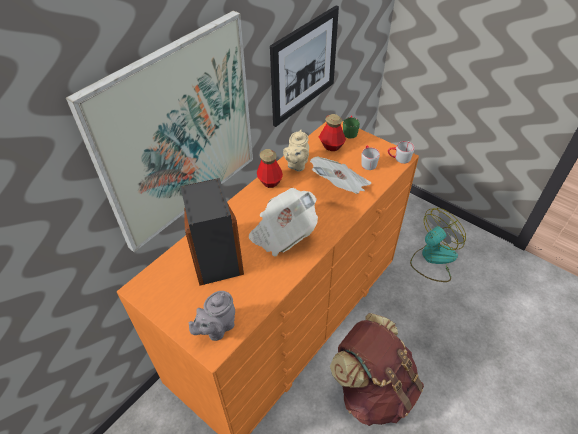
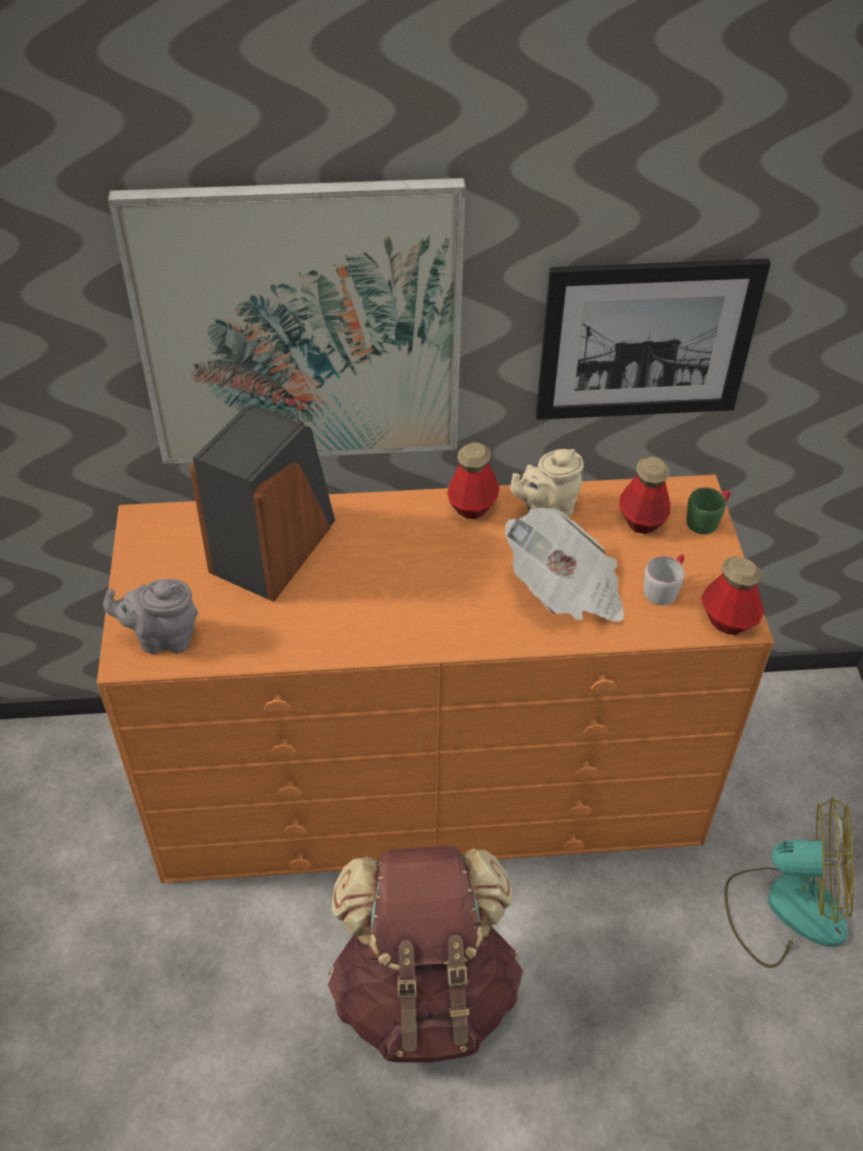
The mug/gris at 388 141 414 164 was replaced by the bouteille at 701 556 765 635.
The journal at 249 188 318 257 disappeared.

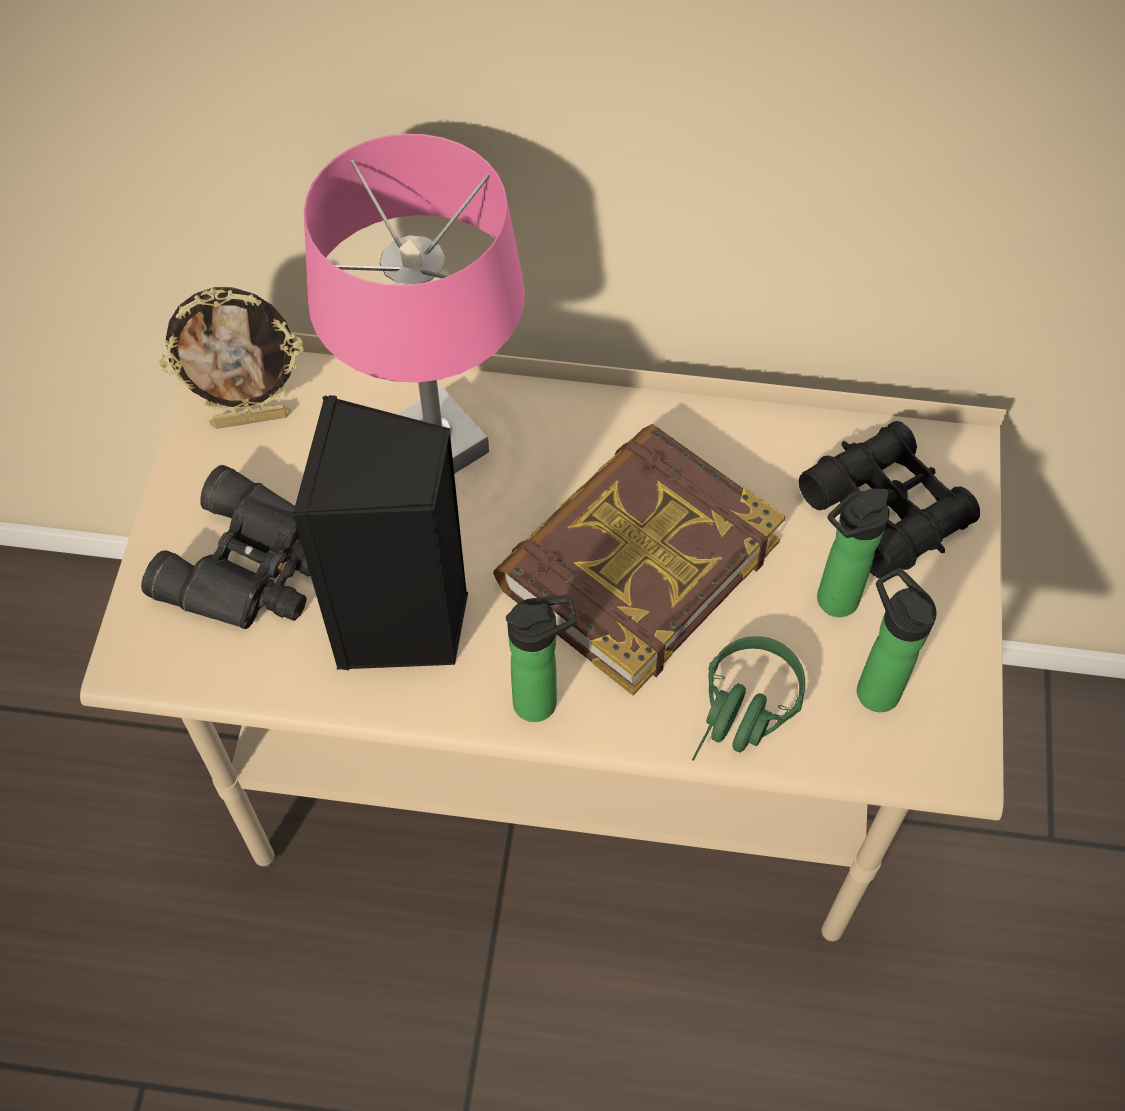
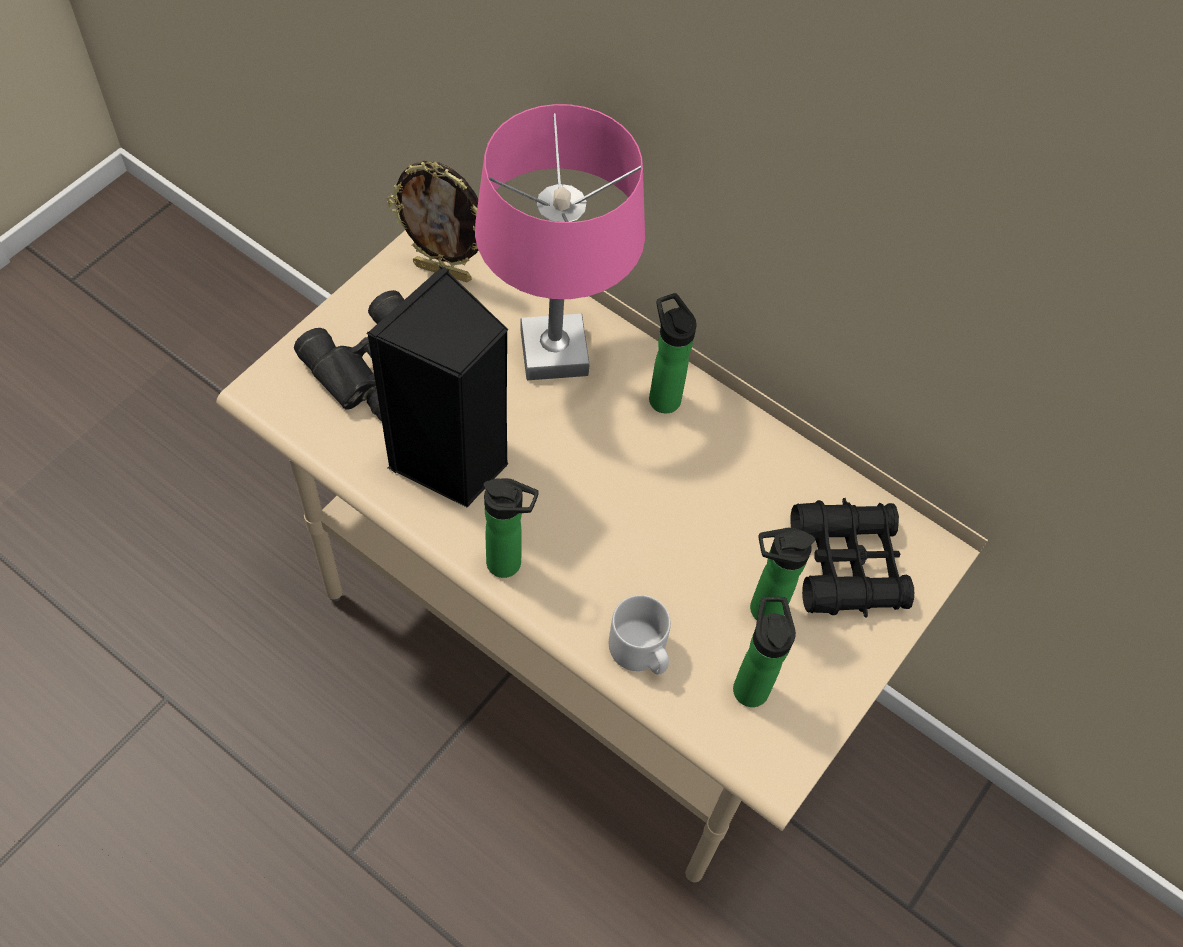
The livre at 493 424 786 696 disappeared.
The casque audio/vert at 692 636 805 761 was replaced by the mug/gris at 609 595 671 675.
The bouteille at 649 293 696 413 appeared.

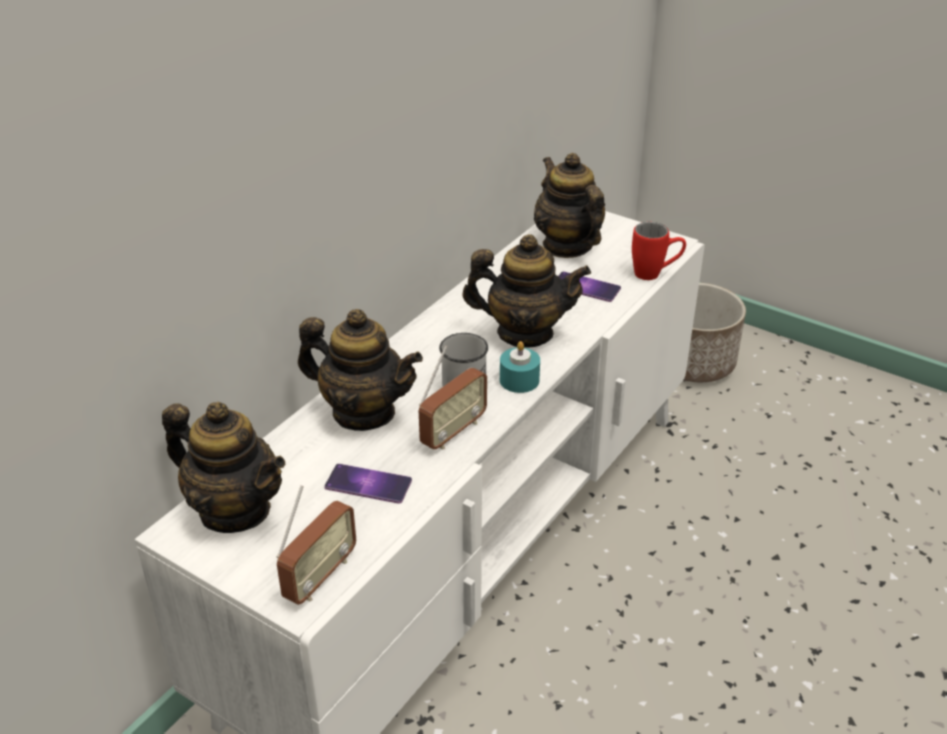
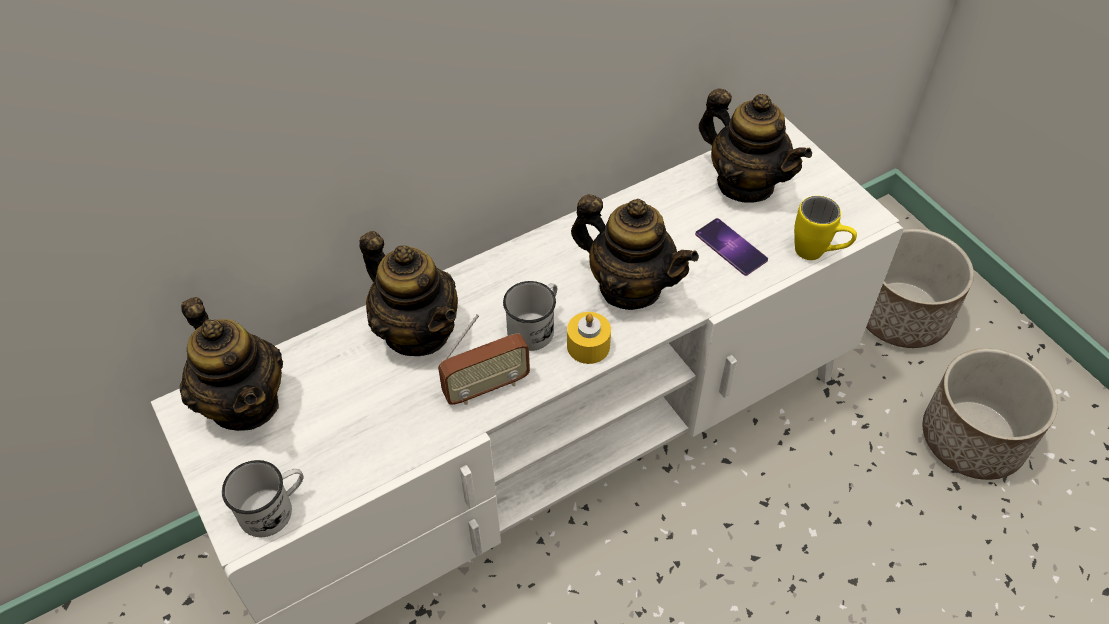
The théière at 534 153 605 258 turned 135 degrees clockwise.
The mug/rouge at 632 222 686 280 became the mug/jaune at 794 196 857 260.
The bougie/turquoise at 500 341 540 393 became the bougie/jaune at 567 312 611 364.
The téléphone at 324 464 412 504 disappeared.
The radio at 277 485 356 605 was replaced by the mug/blanc at 222 460 303 537.
The cache-pot at 923 348 1058 480 appeared.

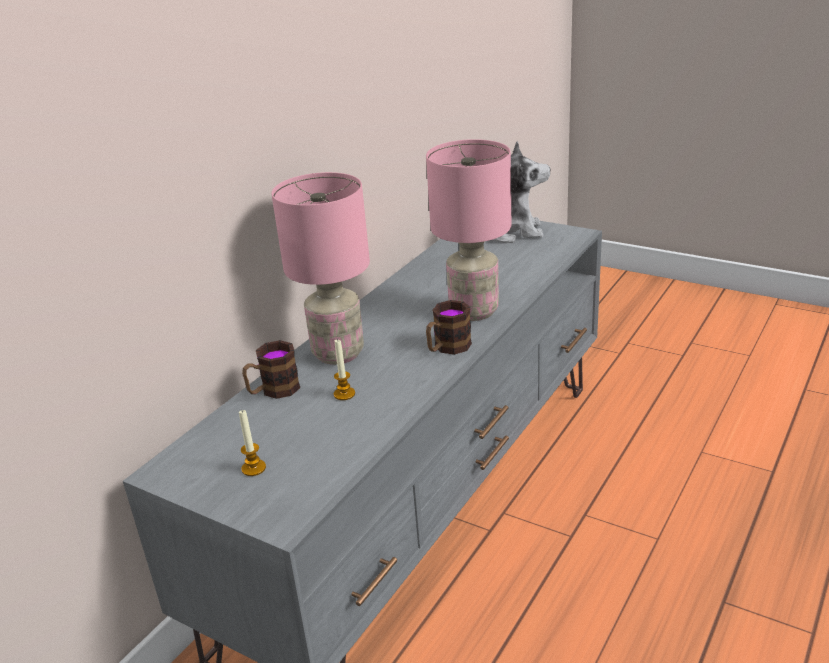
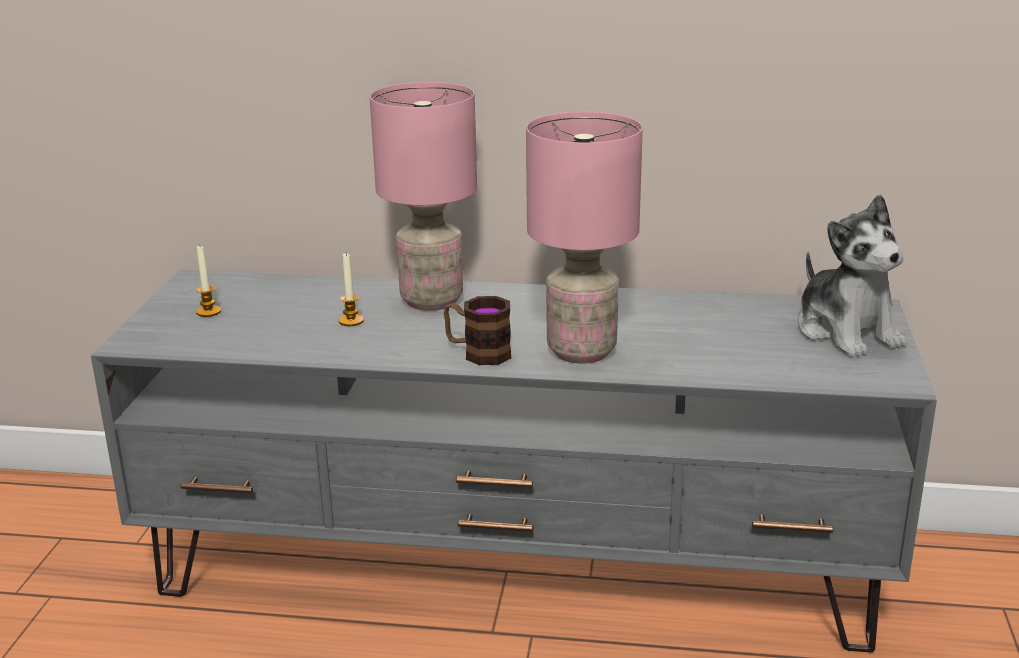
The mug at 242 340 300 399 disappeared.

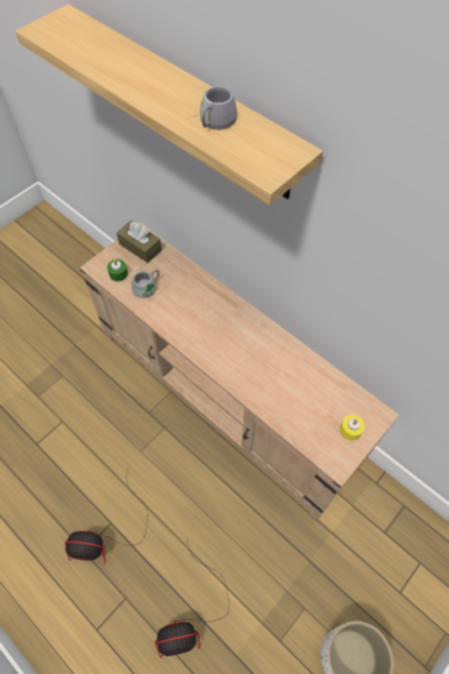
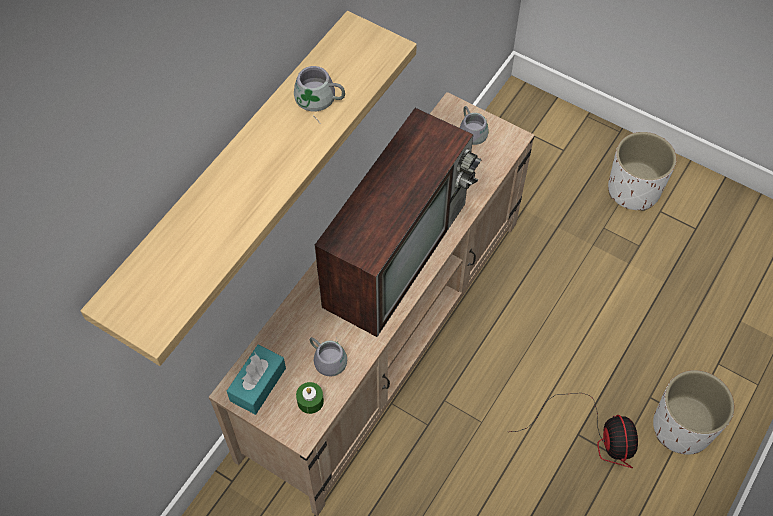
The boîte à mouchoirs/marron at 116 221 162 263 became the boîte à mouchoirs/turquoise at 227 345 286 415.
The bougie/jaune at 340 414 365 441 was replaced by the mug/gris at 460 106 489 145.
The ventilateur at 155 541 230 658 disappeared.
The téléviseur at 315 108 482 337 appeared.
The cache-pot/blanc at 653 370 734 455 appeared.

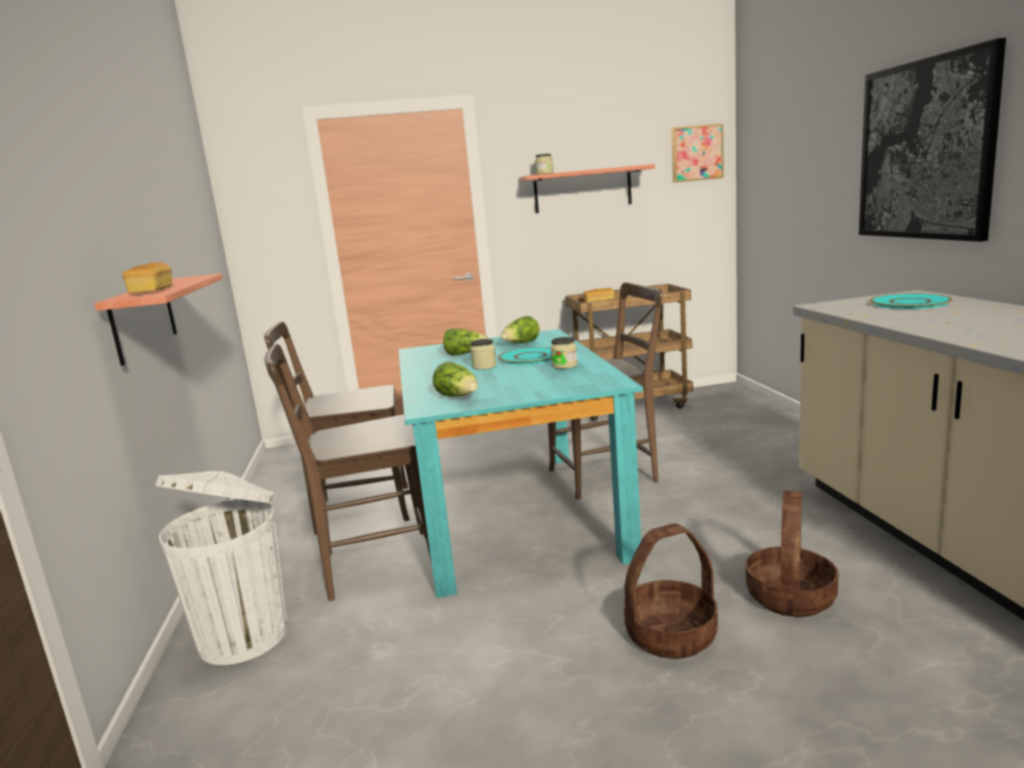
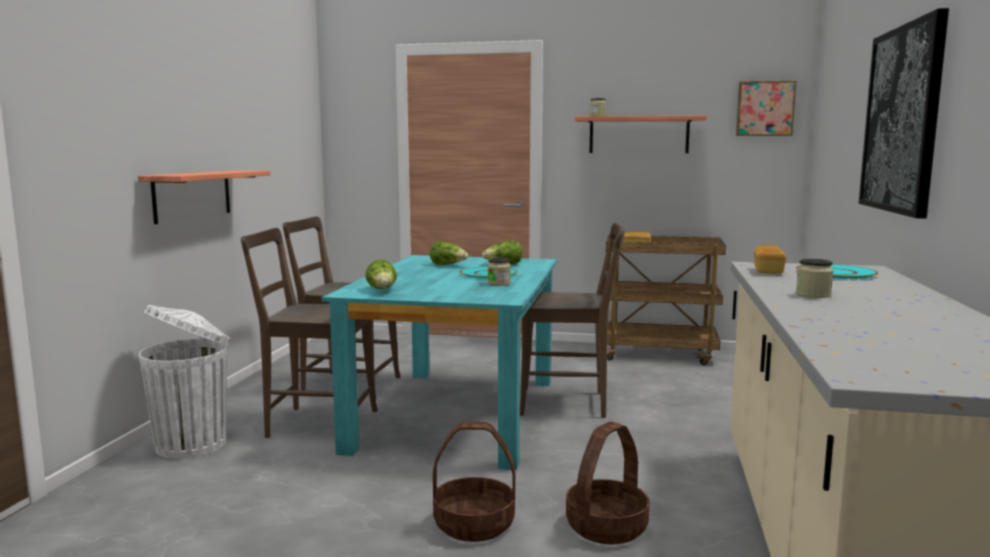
The pain moved from 123 262 172 294 to 754 245 786 274.
The bocal moved from 470 339 497 370 to 796 259 833 298.

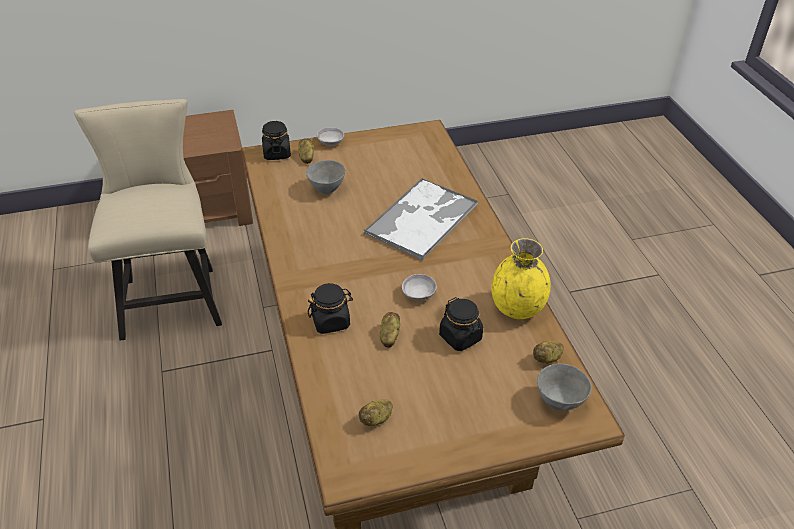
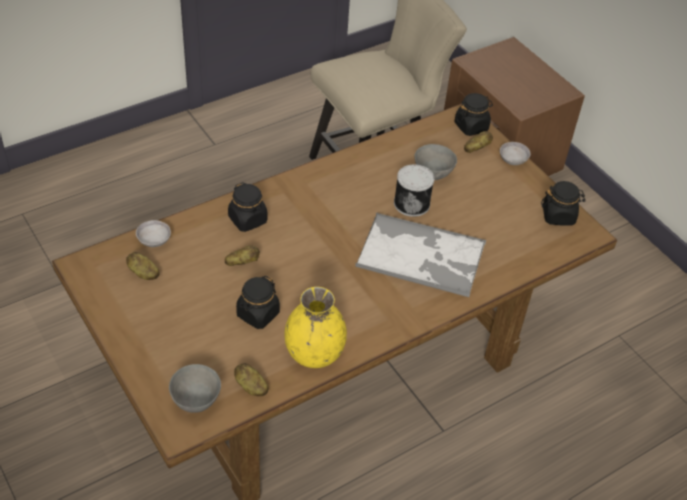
The bol/gris moved from 402 274 437 301 to 136 220 171 247.
The boîte métallique at 394 164 434 217 appeared.
The bocal/noir at 541 181 586 226 appeared.

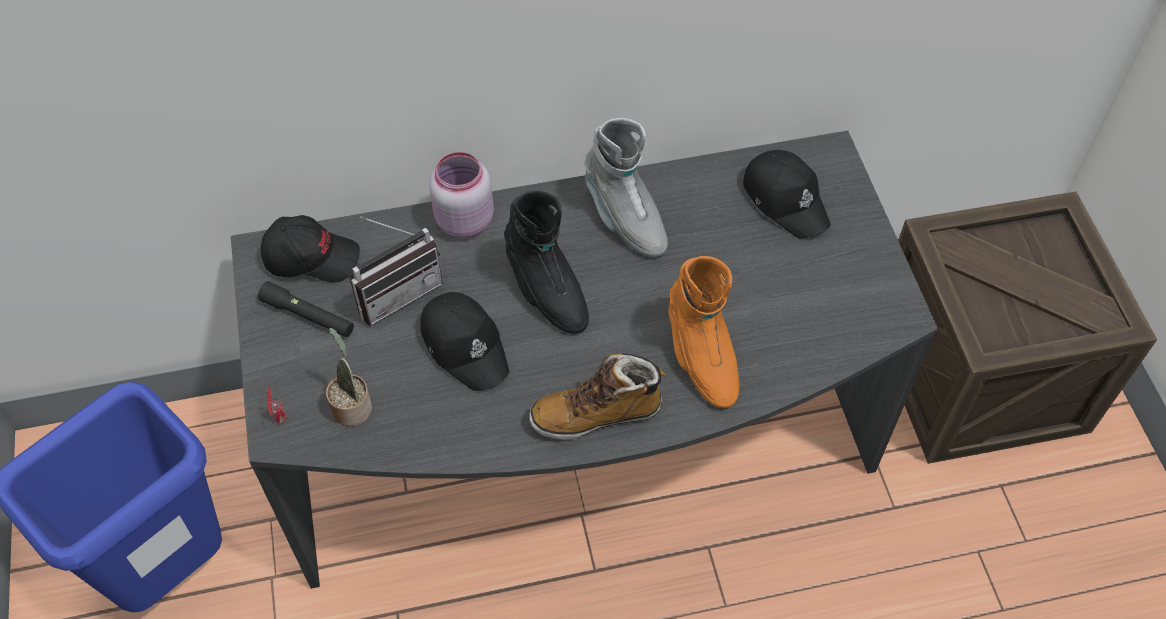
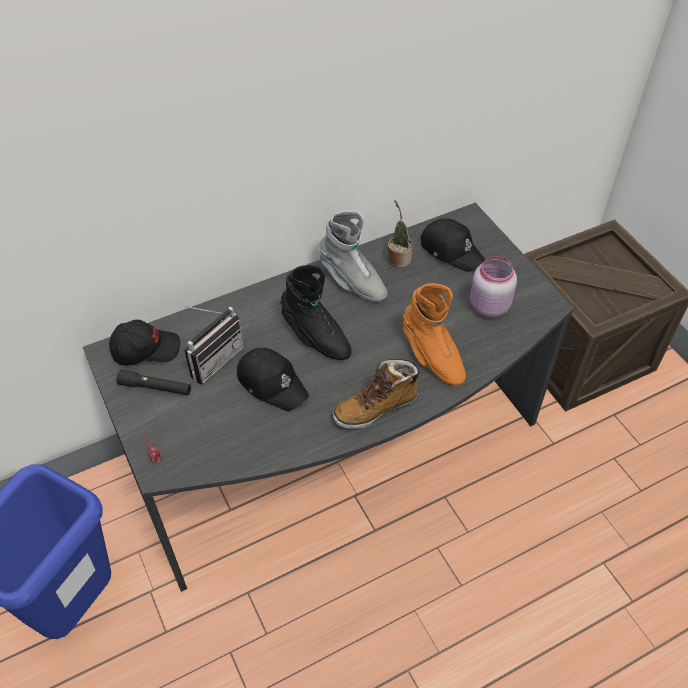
The bocal/rose moved from 429 152 494 238 to 470 257 517 318.
The plante en pot moved from 326 328 372 426 to 388 200 413 268.

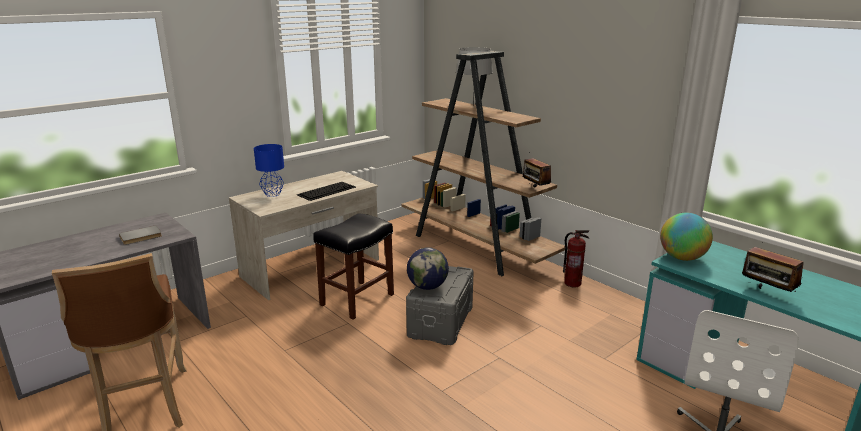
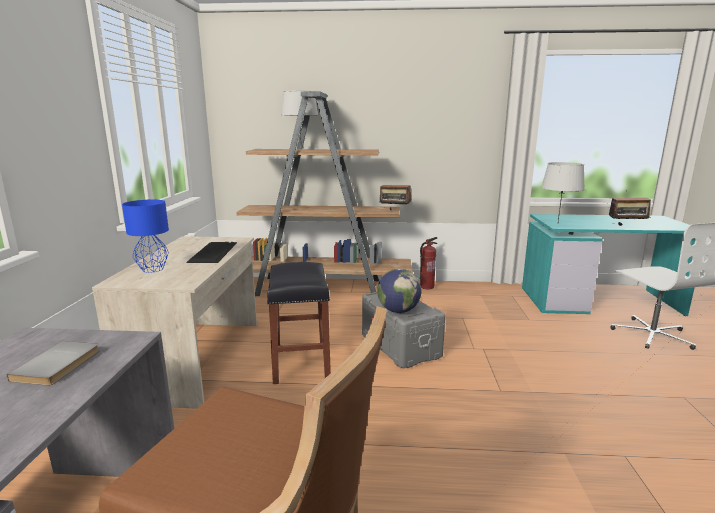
The globe at 660 213 713 261 was replaced by the lampe de table/gris at 541 162 585 221.

